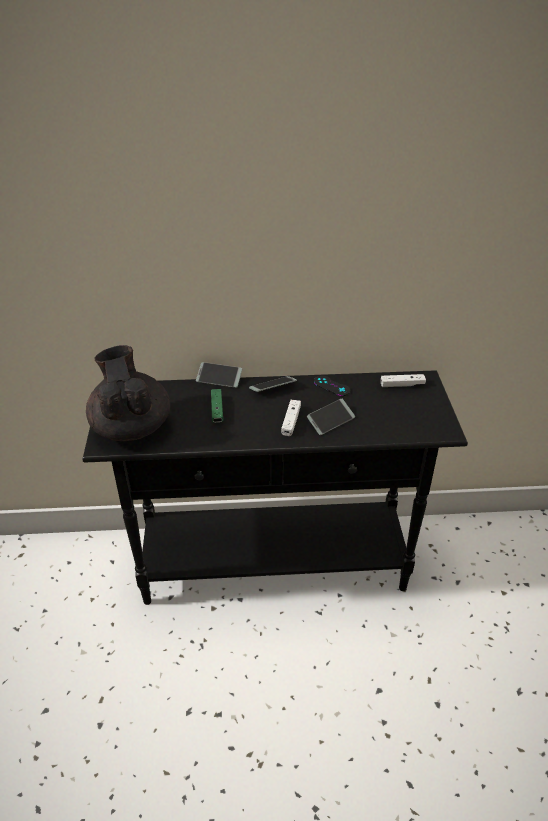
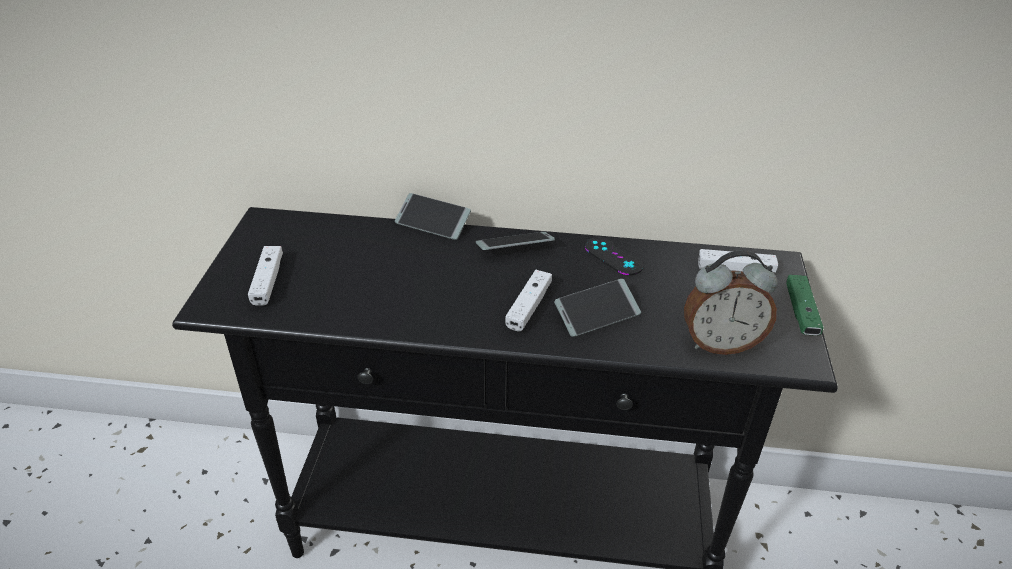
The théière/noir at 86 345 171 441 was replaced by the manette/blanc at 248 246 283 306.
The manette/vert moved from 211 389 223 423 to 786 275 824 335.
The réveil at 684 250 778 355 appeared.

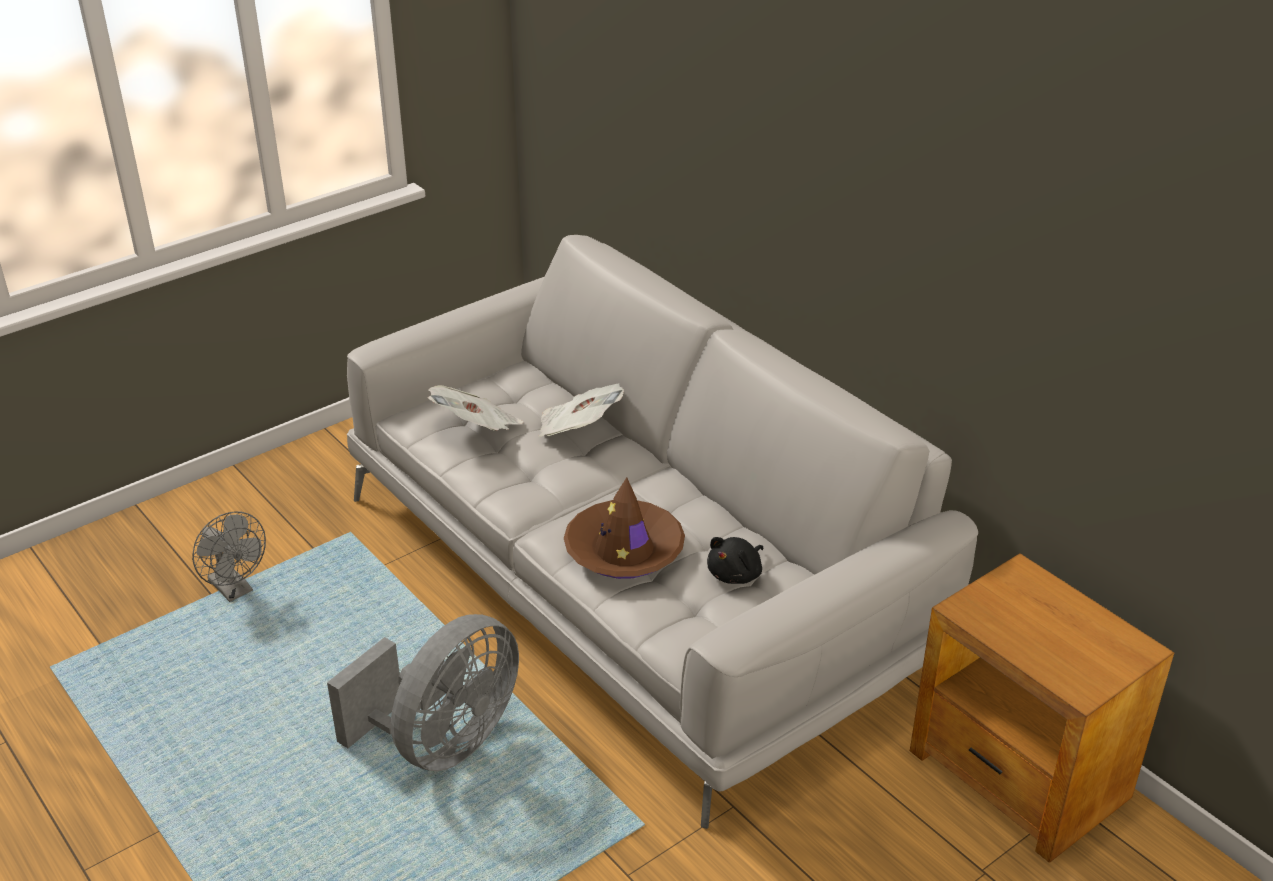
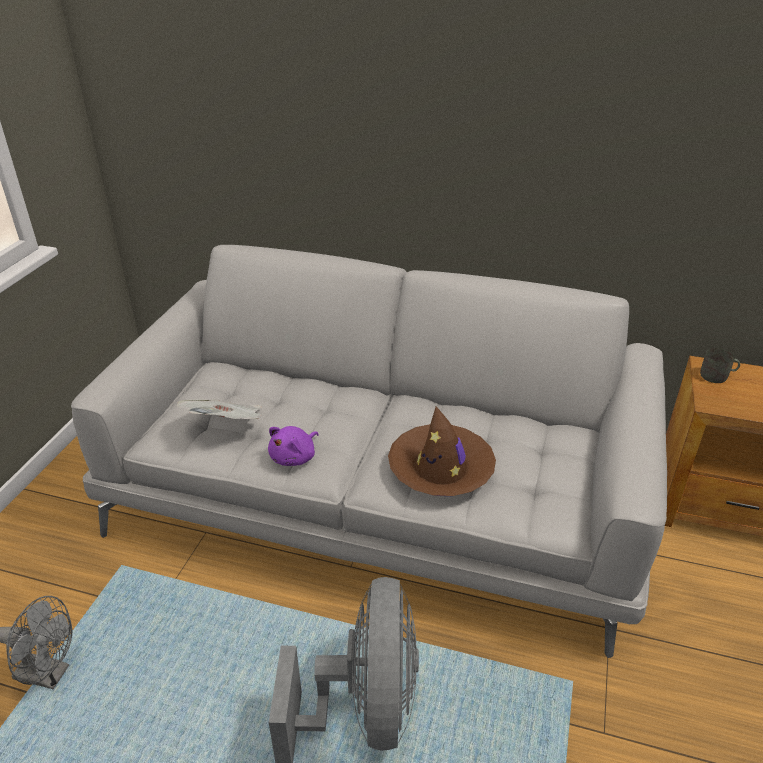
The journal at 539 383 624 437 disappeared.
The peluche/noir at 707 537 764 584 disappeared.
The mug/gris at 700 348 740 383 appeared.
The peluche/violet at 268 426 319 466 appeared.

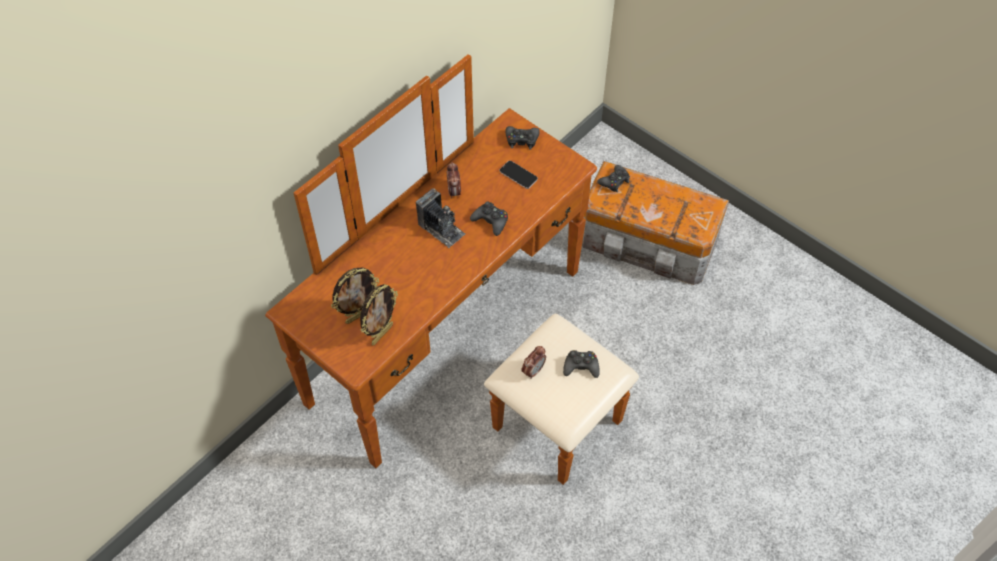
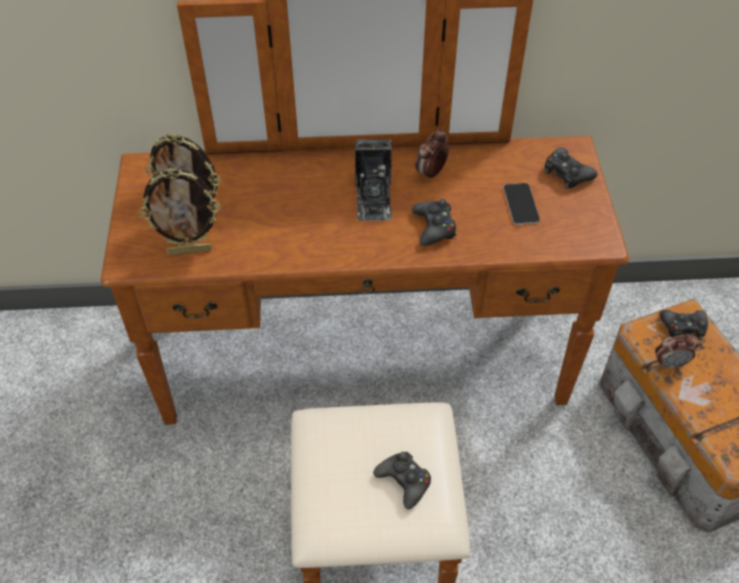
The réveil moved from 521 346 546 379 to 655 335 699 370.

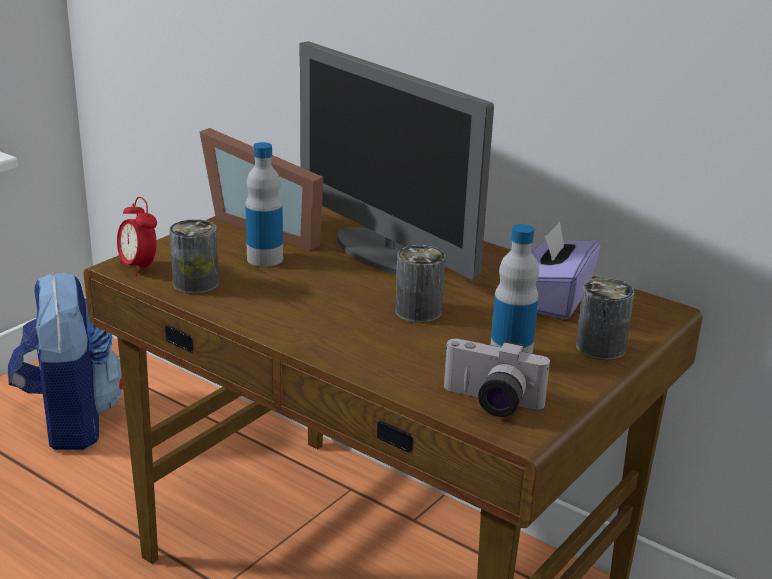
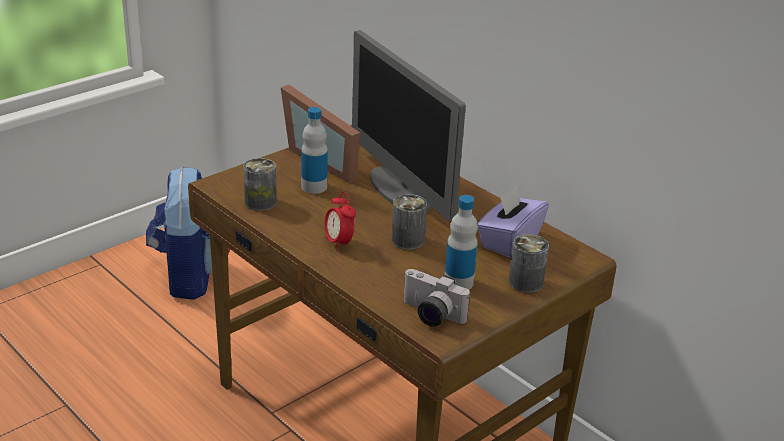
The réveil moved from 117 197 157 276 to 324 192 356 251.

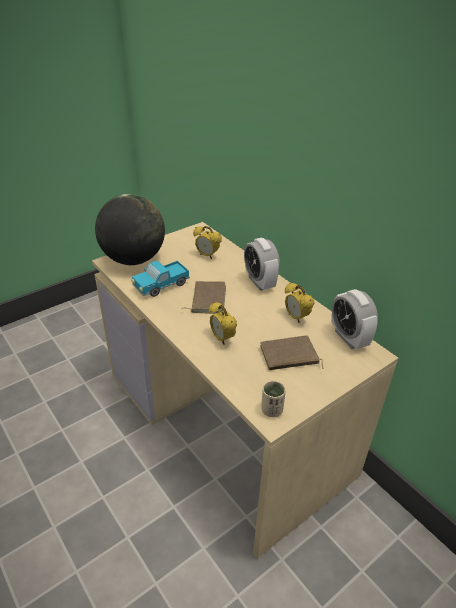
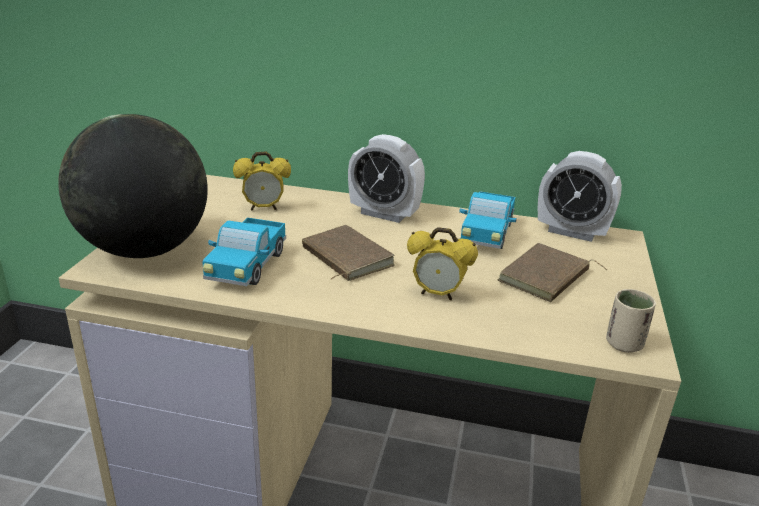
The réveil at 285 283 314 323 was replaced by the camion jouet at 459 191 517 249.

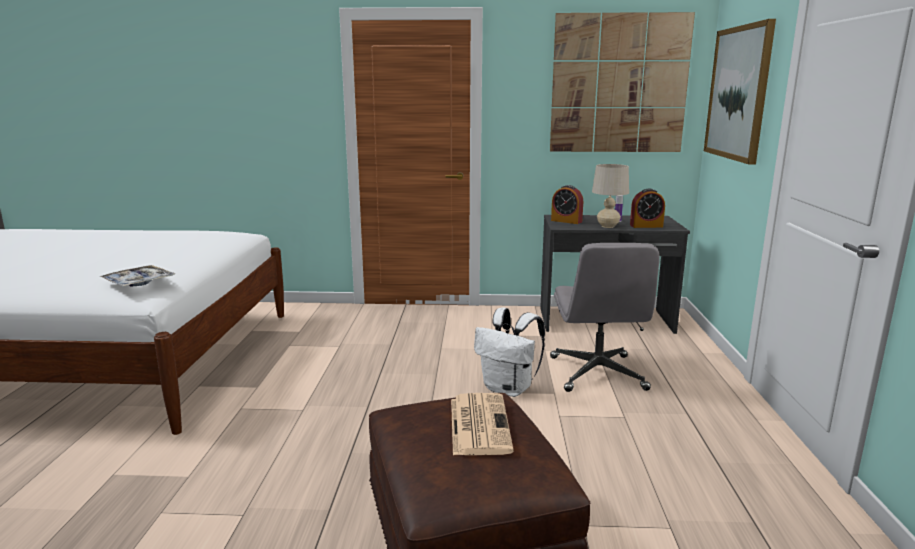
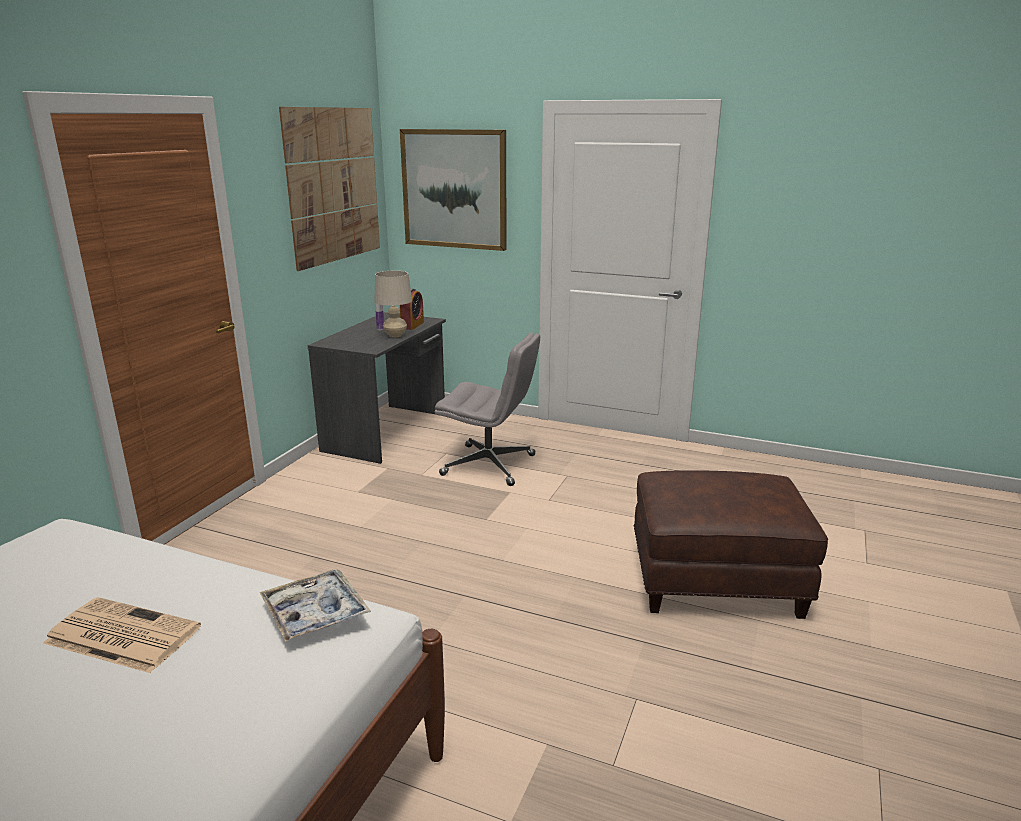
The réveil at 551 185 583 224 disappeared.
The sac à dos/blanc at 474 307 545 397 disappeared.
The journal moved from 451 393 514 455 to 43 597 201 673.

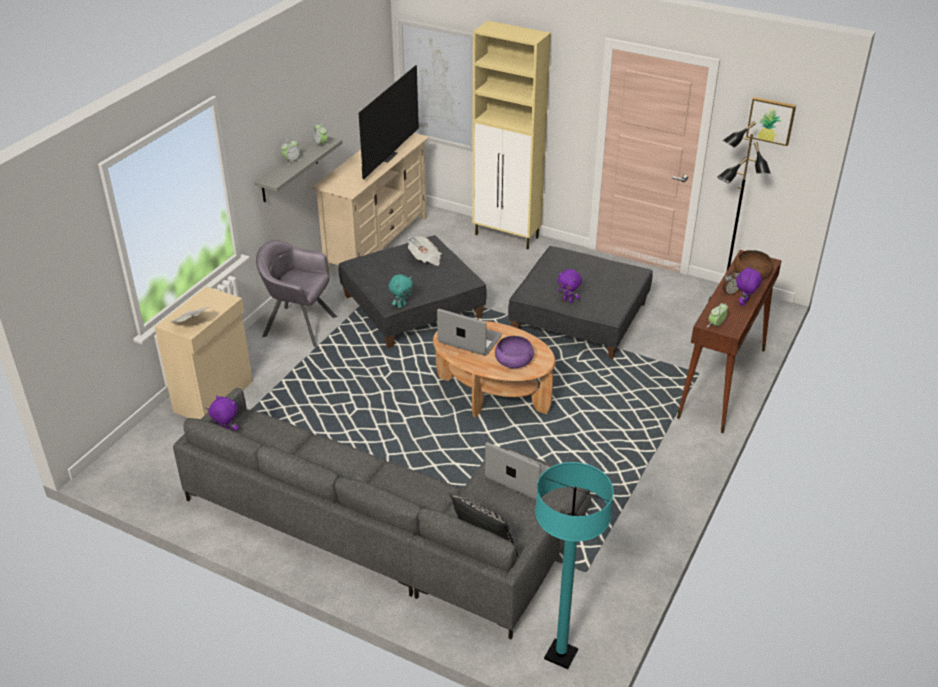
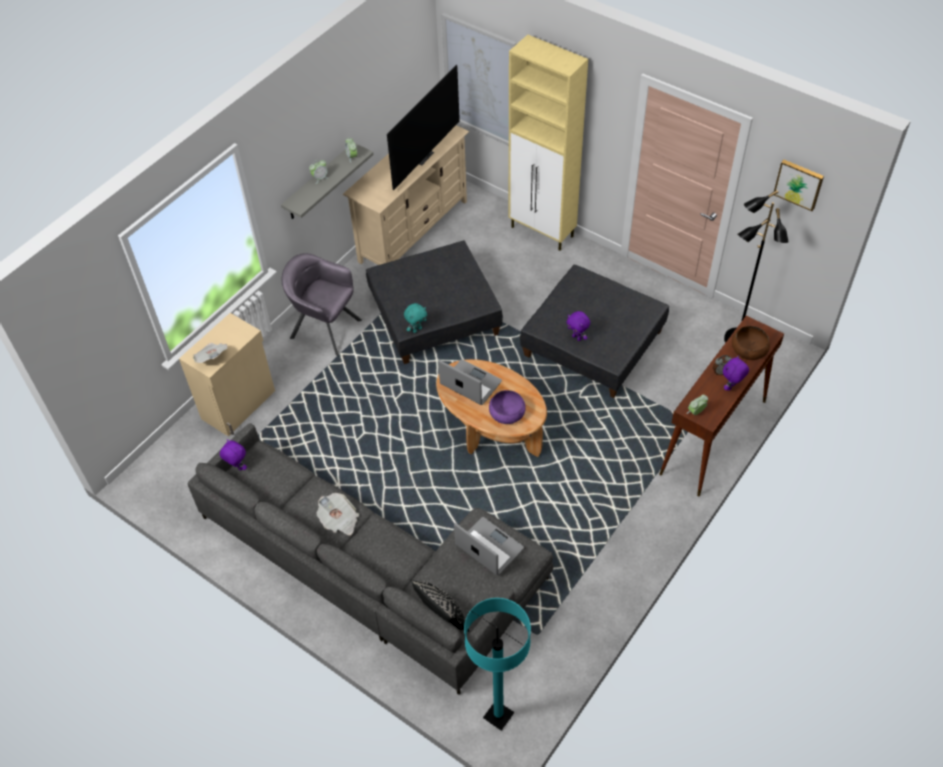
The journal moved from 408 236 442 266 to 316 493 359 535.

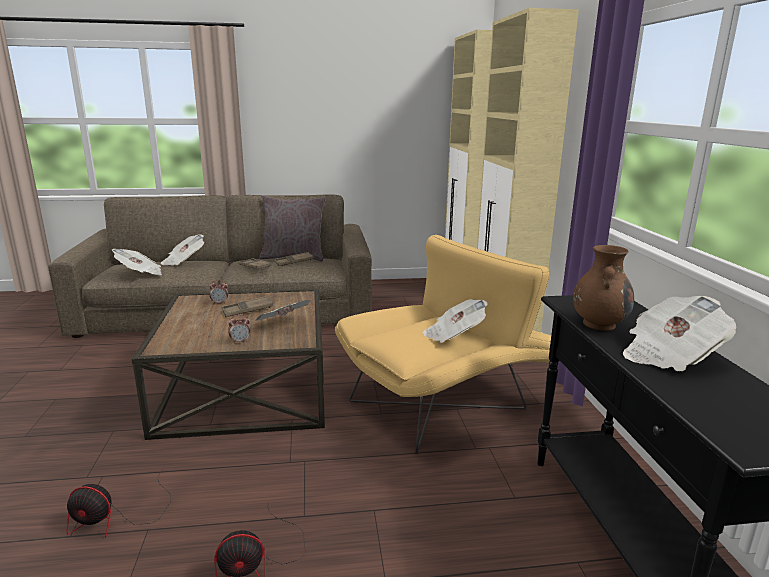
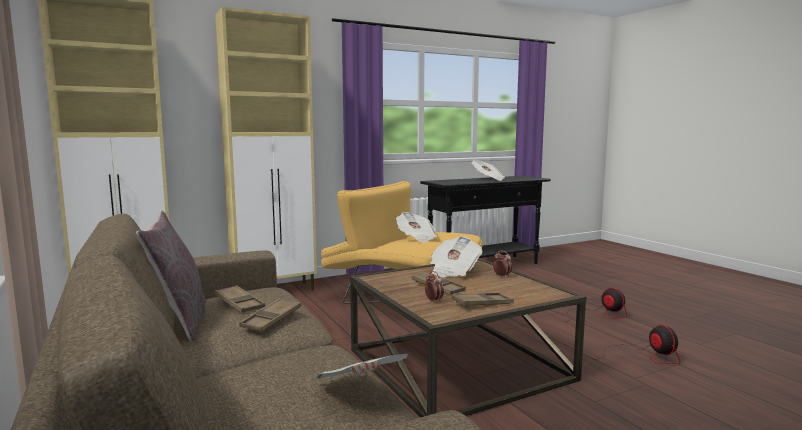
The journal at 161 234 204 266 disappeared.
The vase/marron at 573 245 634 331 disappeared.
The plateau/marron at 452 292 514 308 appeared.

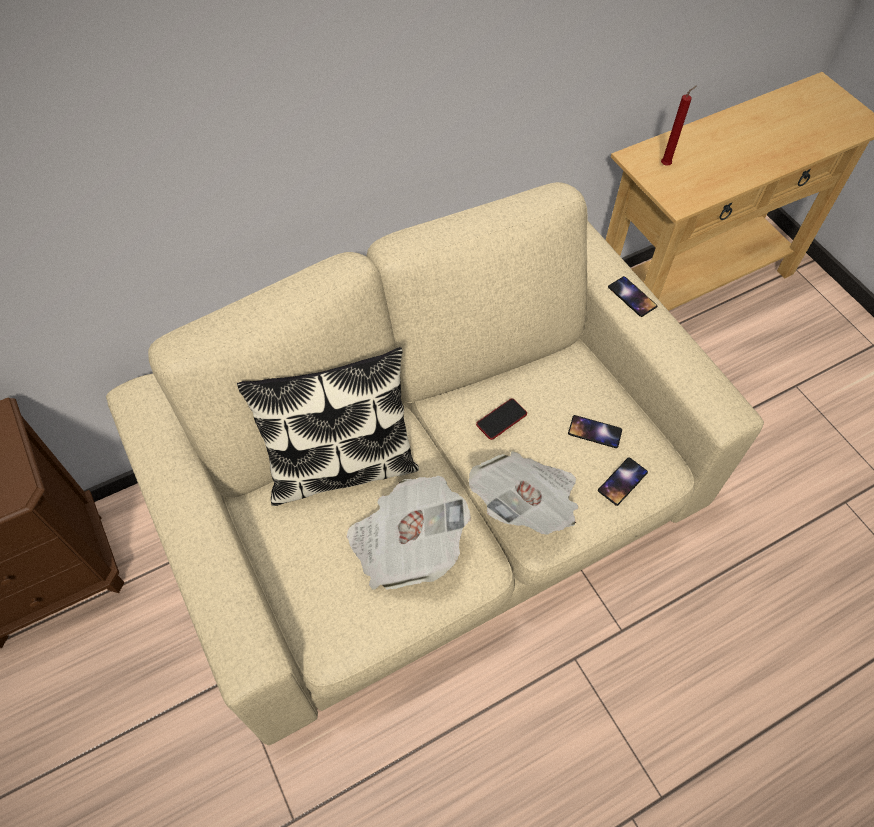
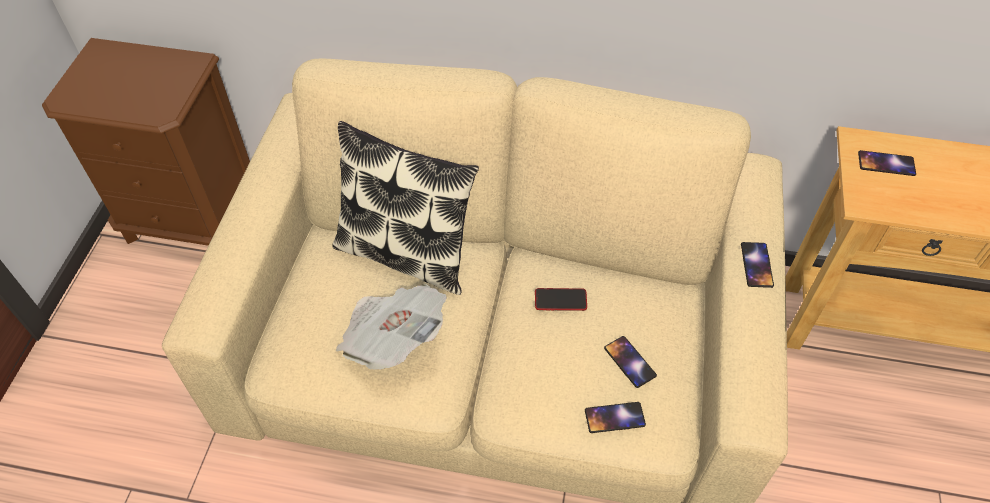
The bougie/rouge at 661 85 697 166 was replaced by the téléphone at 858 150 916 176.
The journal at 469 451 578 535 disappeared.

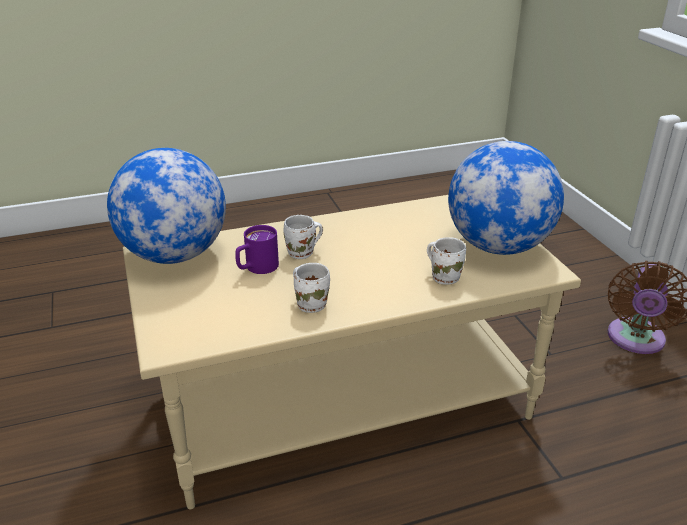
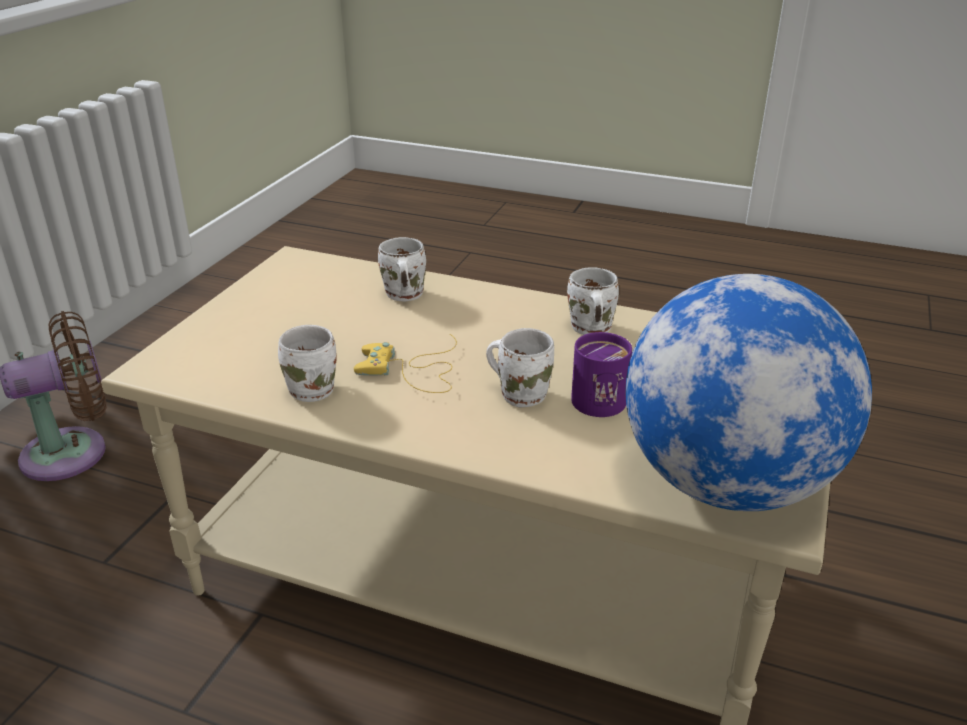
The globe at 448 141 564 255 disappeared.
The mug/blanc at 278 325 336 402 appeared.
The manette/jaune at 354 334 457 393 appeared.

